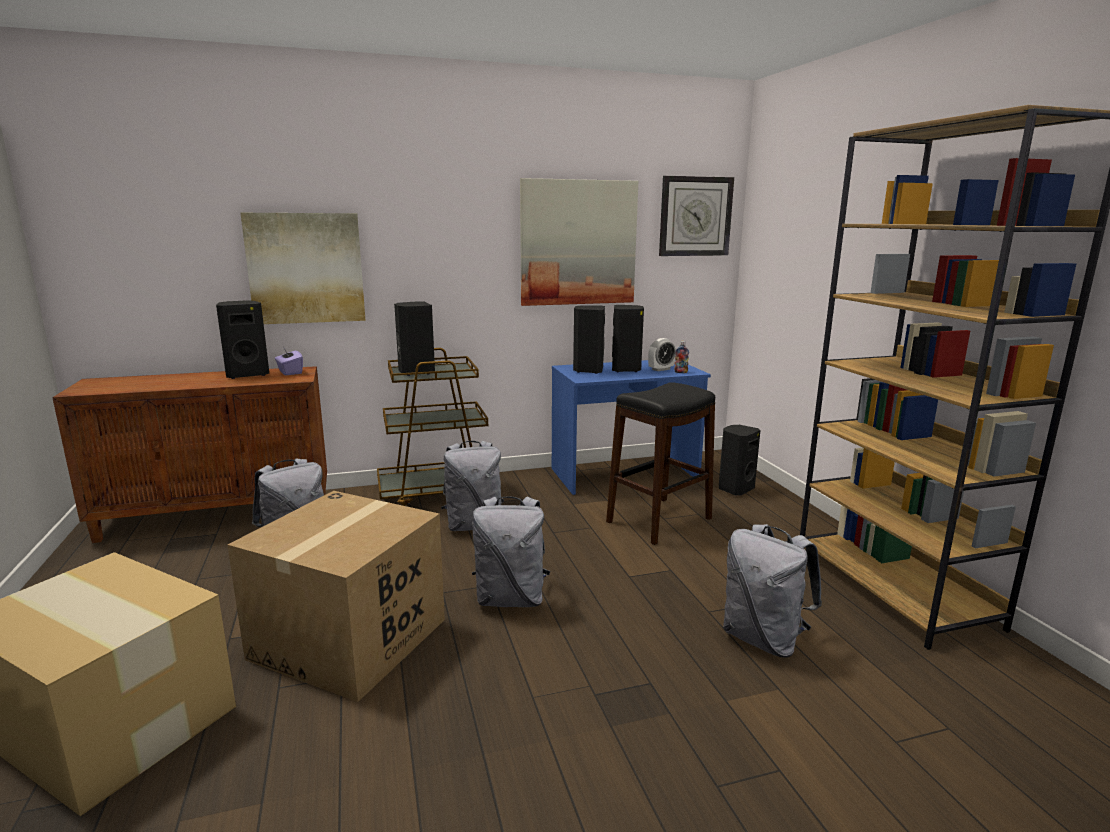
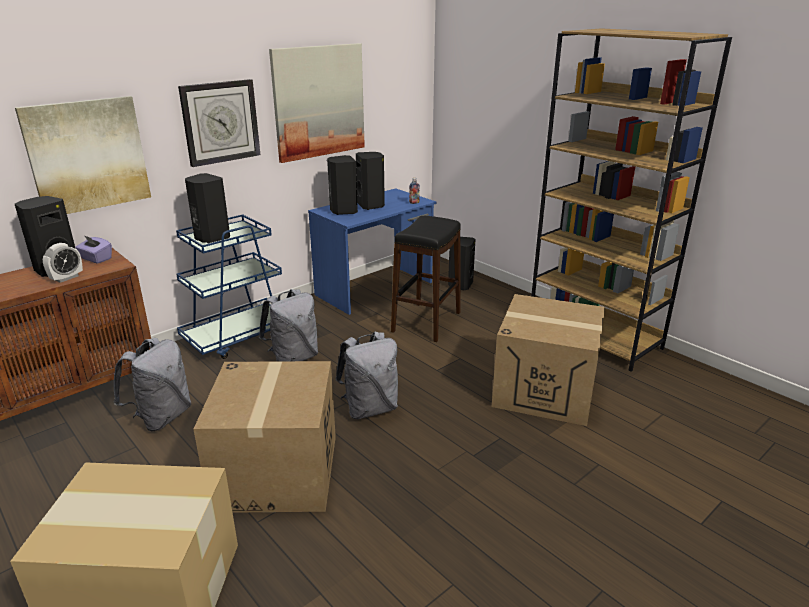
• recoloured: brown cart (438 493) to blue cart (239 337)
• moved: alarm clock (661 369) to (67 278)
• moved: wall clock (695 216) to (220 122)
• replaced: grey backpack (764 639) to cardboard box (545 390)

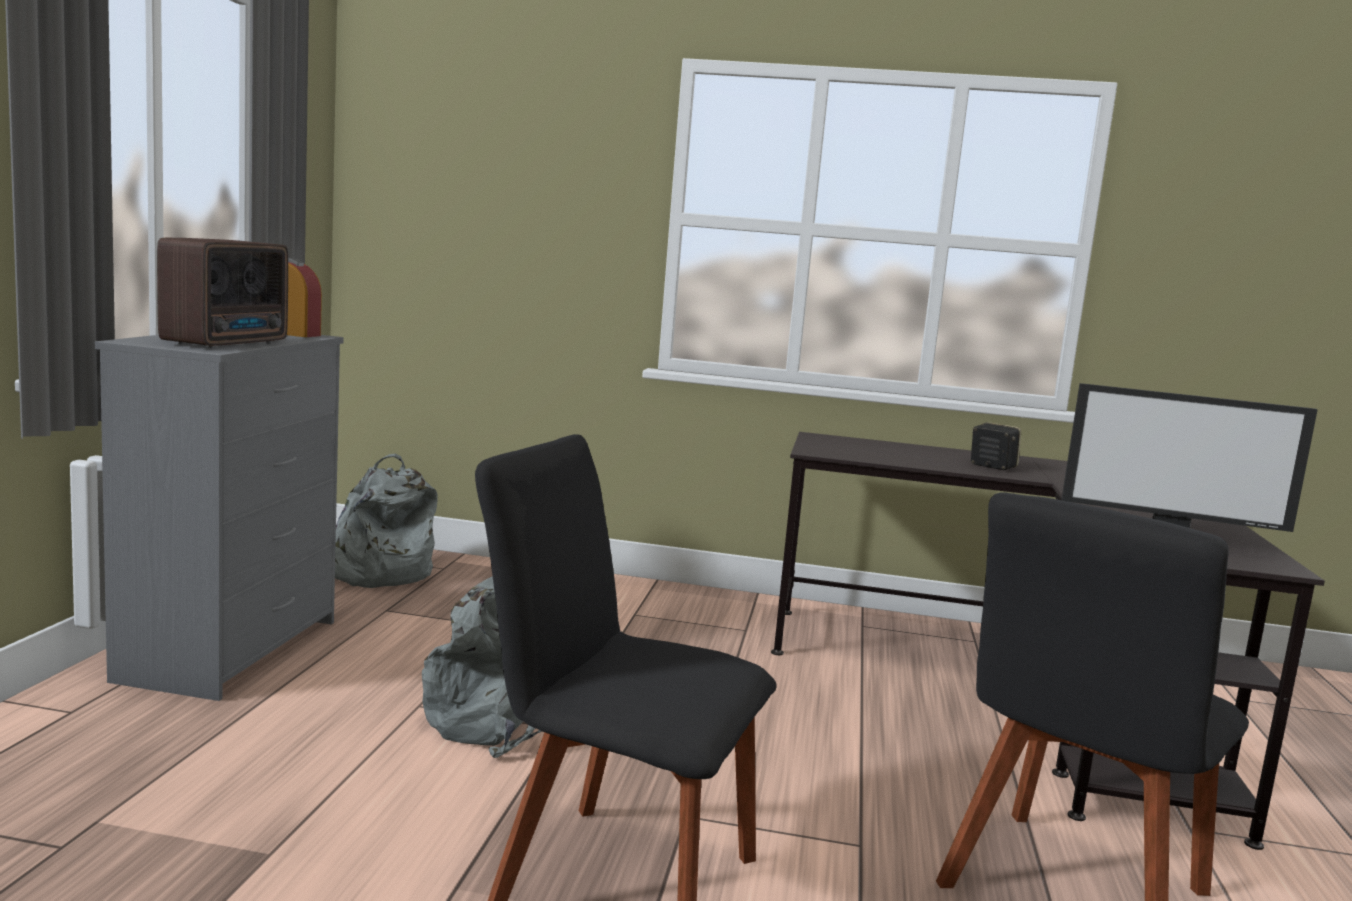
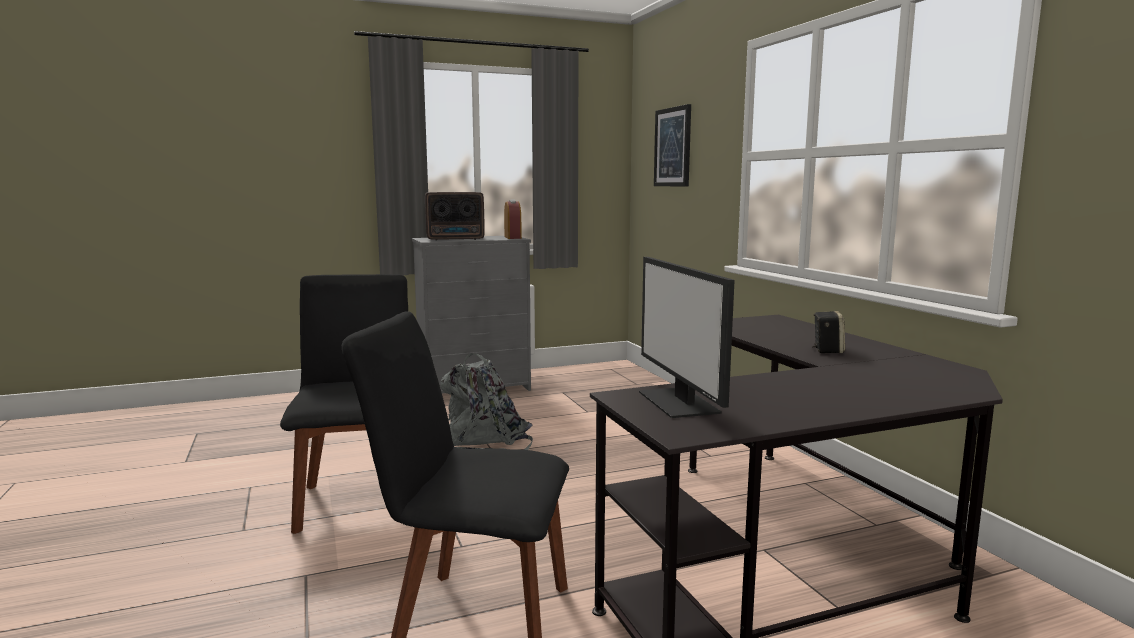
• removed: grey backpack (376 573)
• added: picture (673 147)

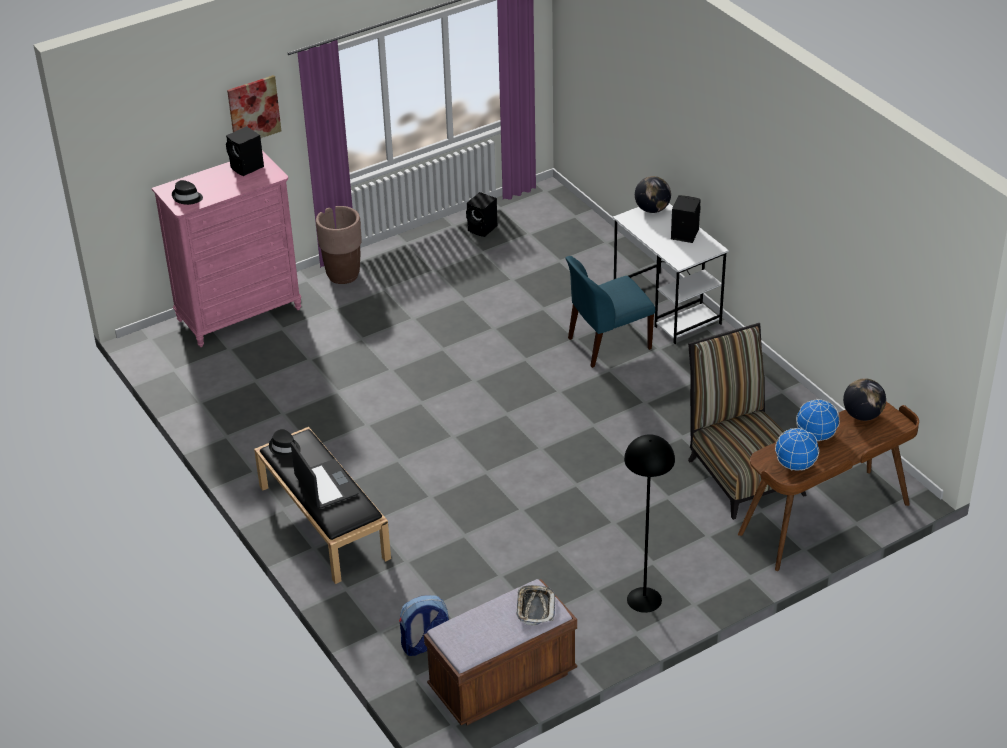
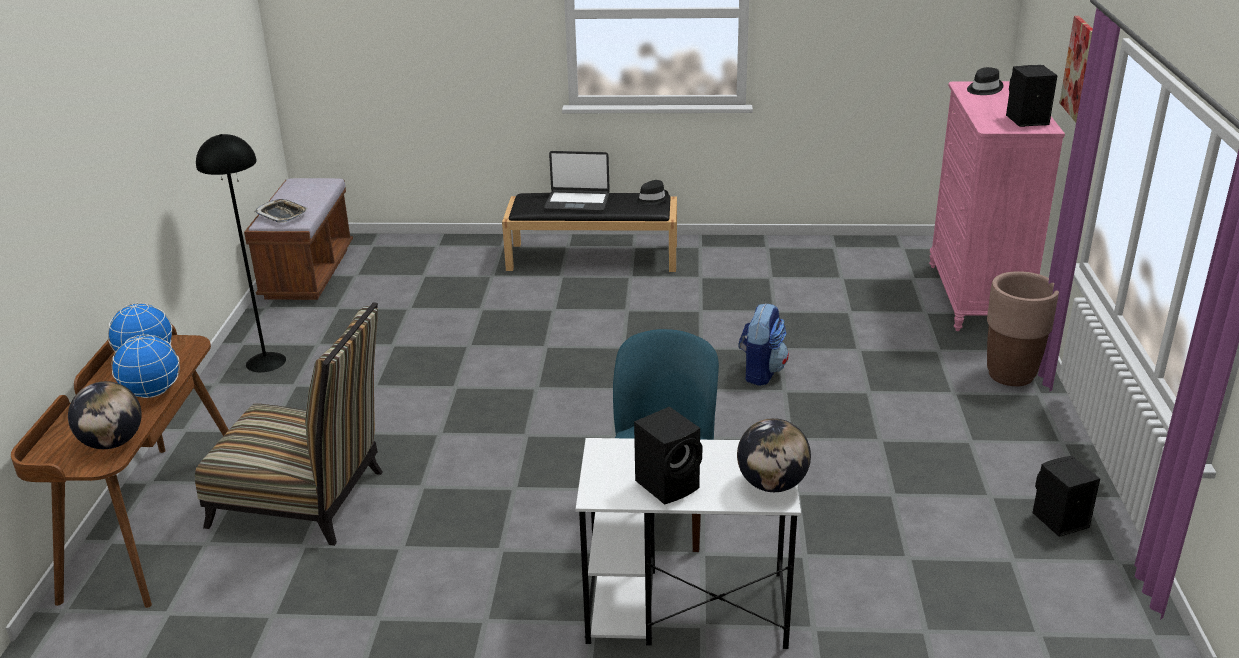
• moved: backpack (425 646) to (761 372)

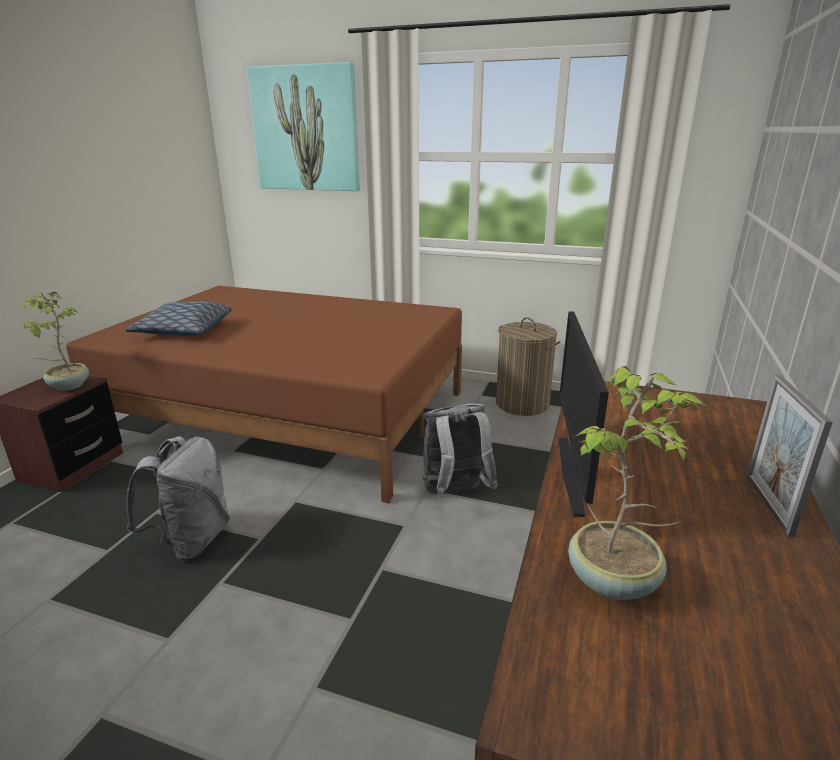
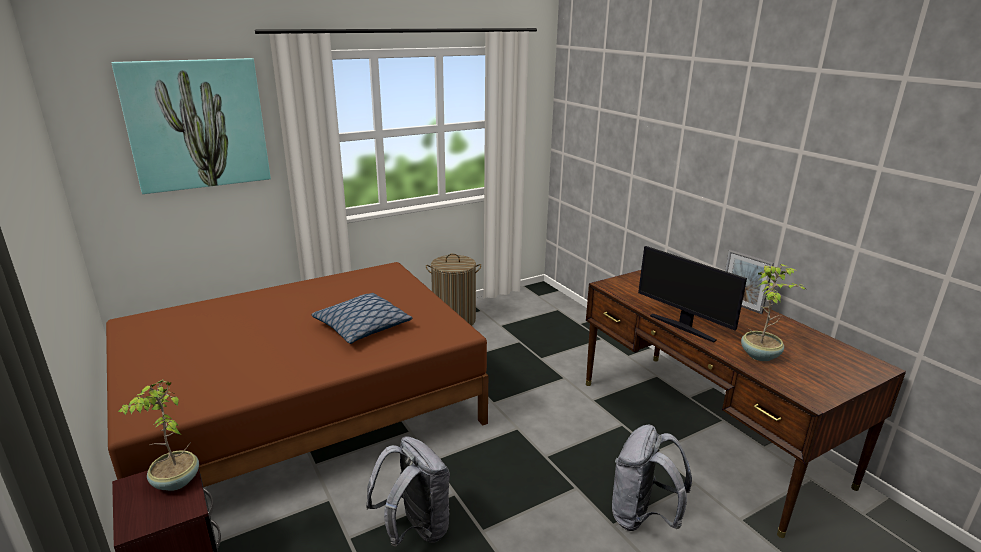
• moved: pillow (183 330) to (363 327)
• moved: grey backpack (455 493) to (643 517)

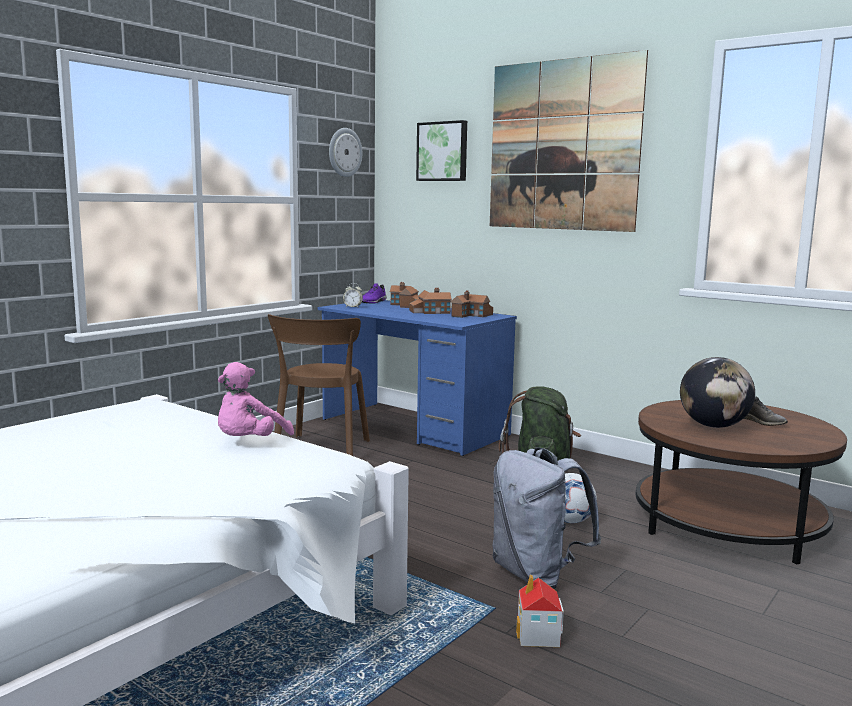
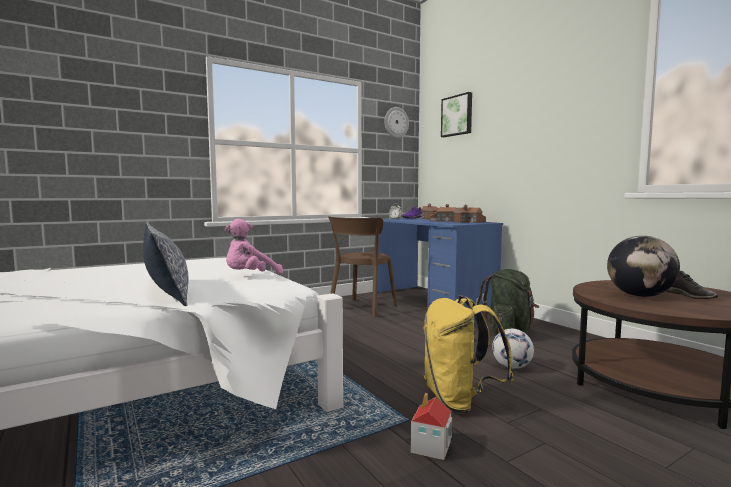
• removed: picture (563 145)
• recoloured: grey backpack (536 575) to yellow backpack (460 401)
• added: pillow (166 291)

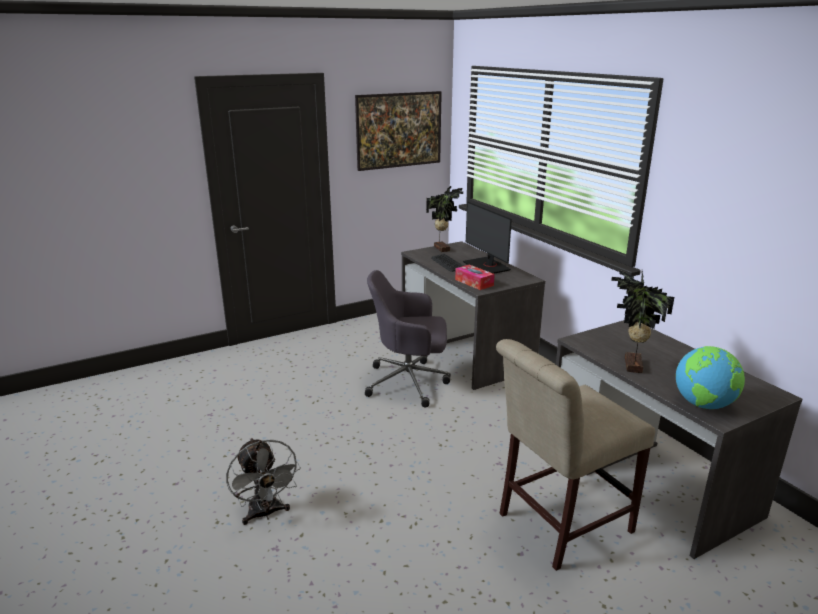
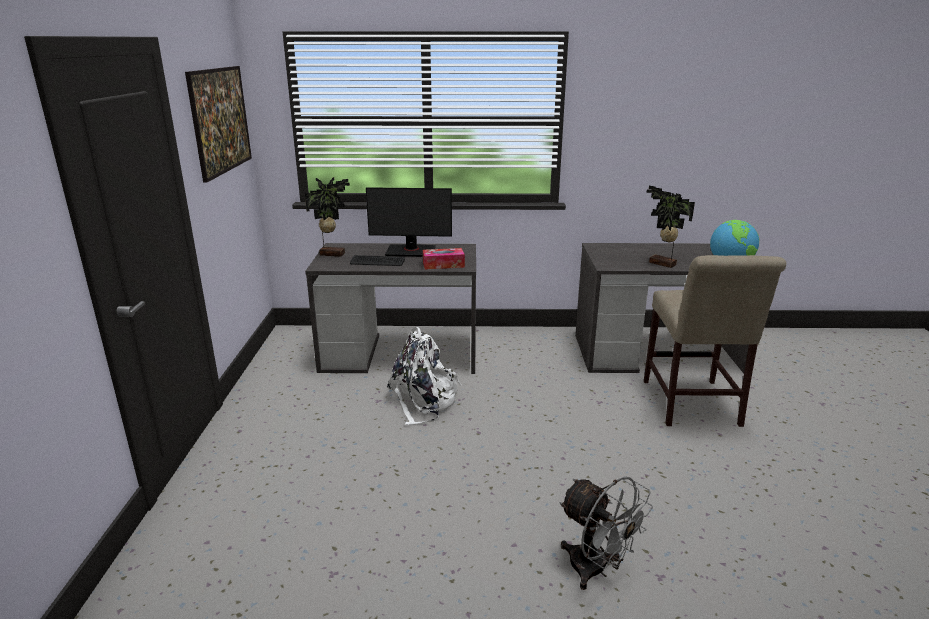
• turned: grey fan (265 514) = (596 570) 45 degrees clockwise
• replaced: grey office chair (409 382) to white backpack (424 401)

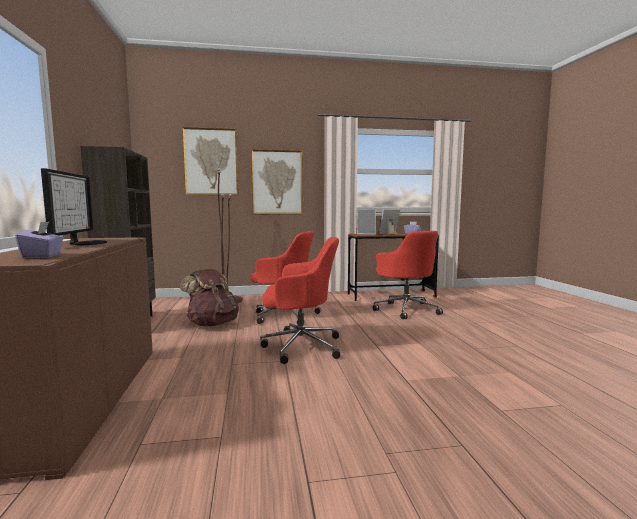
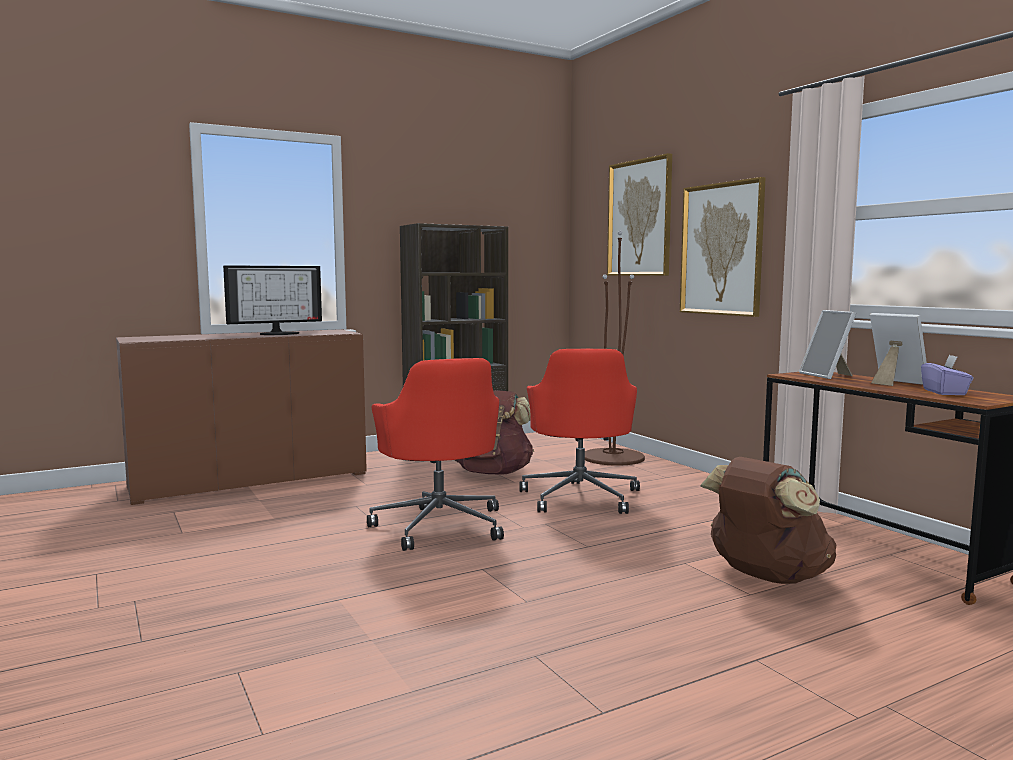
• removed: purple tissue box (43 256)
• replaced: red office chair (406 309) to brown backpack (765 577)

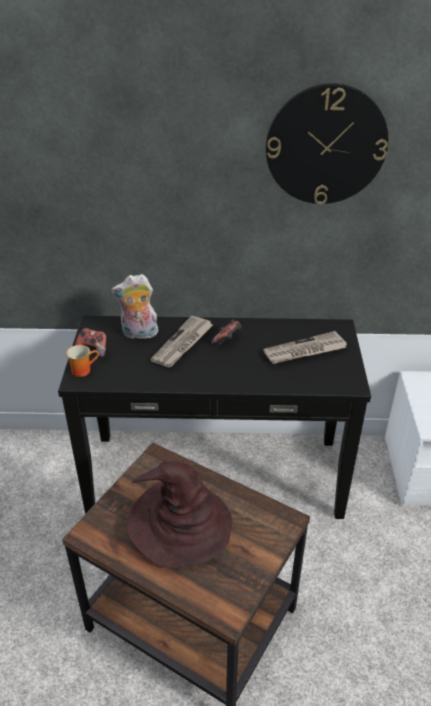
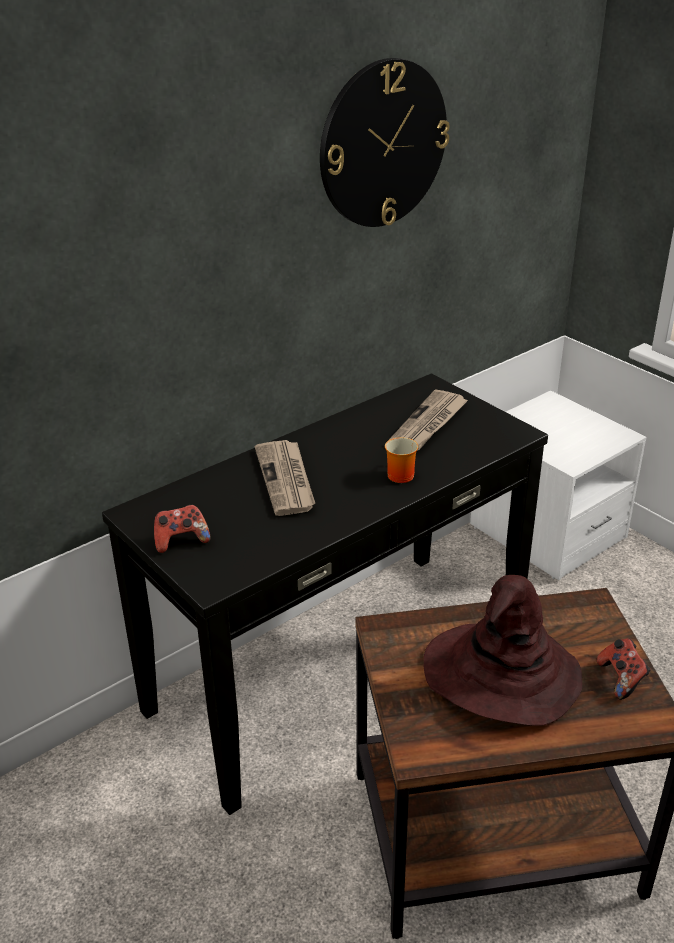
• moved: mug (83 369) to (400 473)
• removed: plush toy (139 334)
• moved: game controller (227 340) to (621 679)

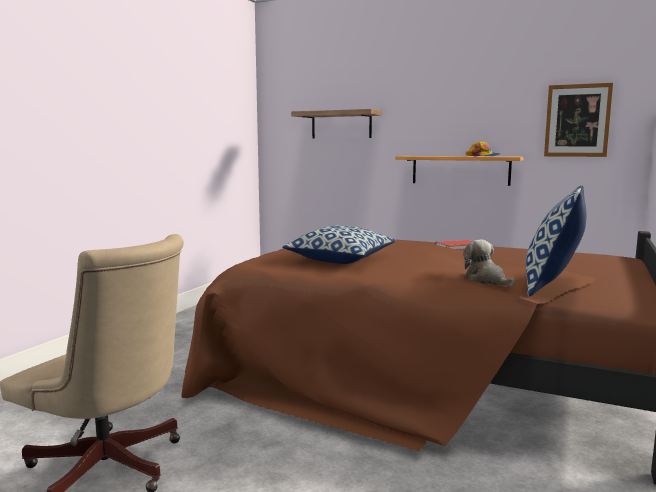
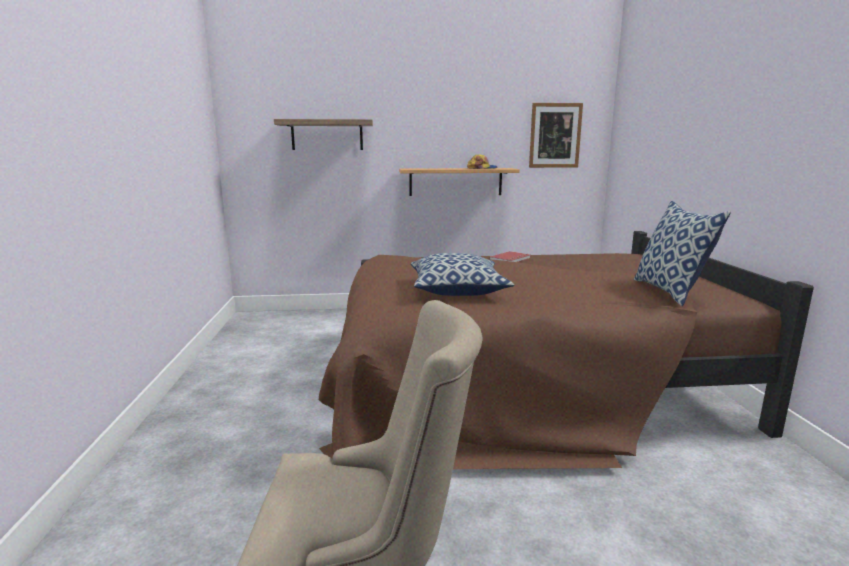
• removed: plush toy (486 281)

